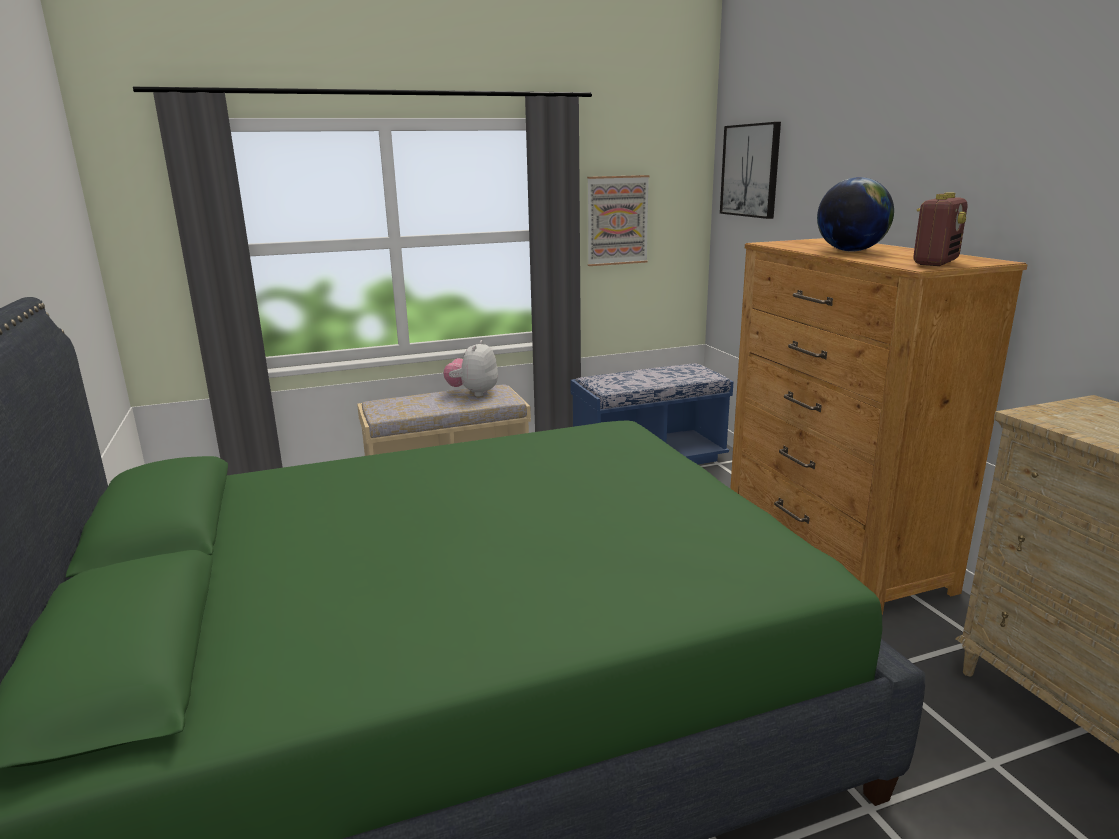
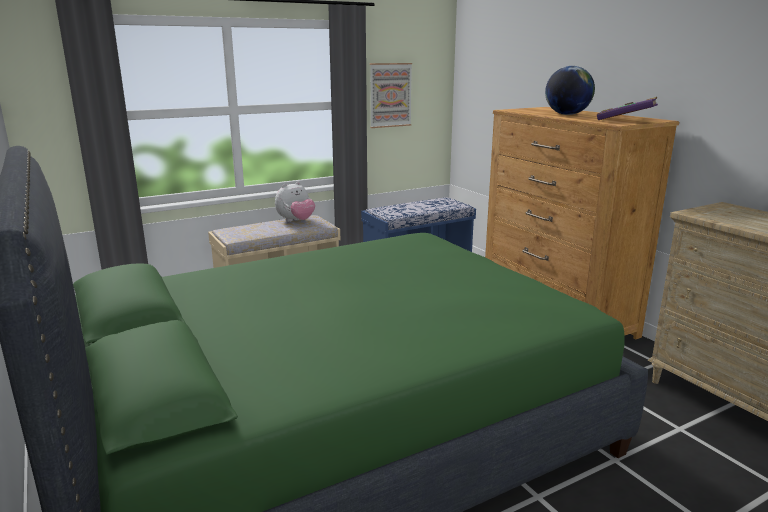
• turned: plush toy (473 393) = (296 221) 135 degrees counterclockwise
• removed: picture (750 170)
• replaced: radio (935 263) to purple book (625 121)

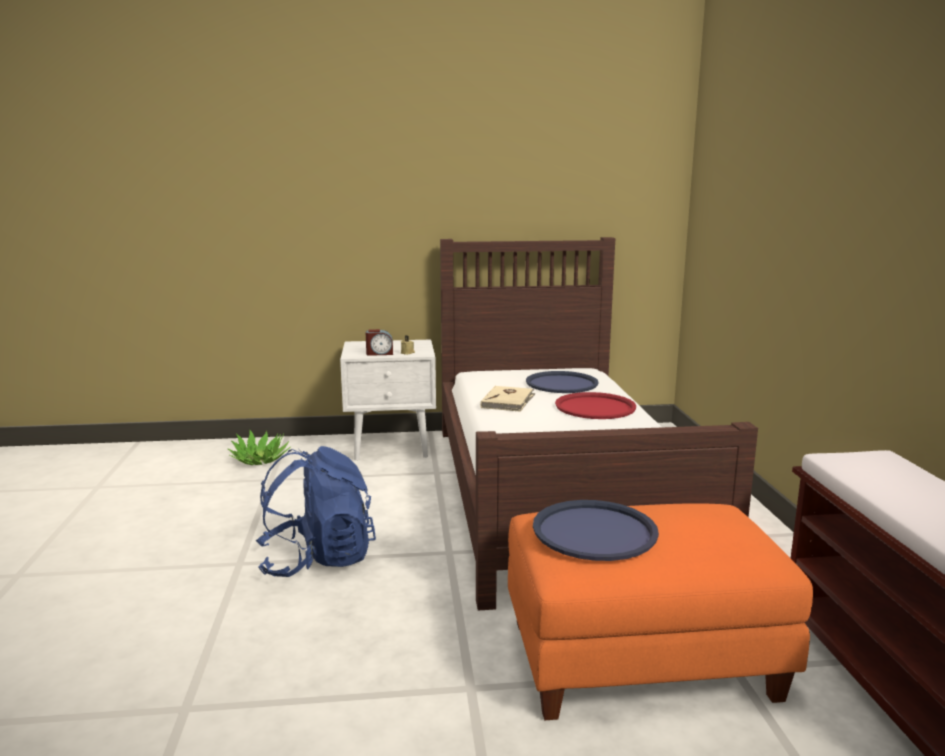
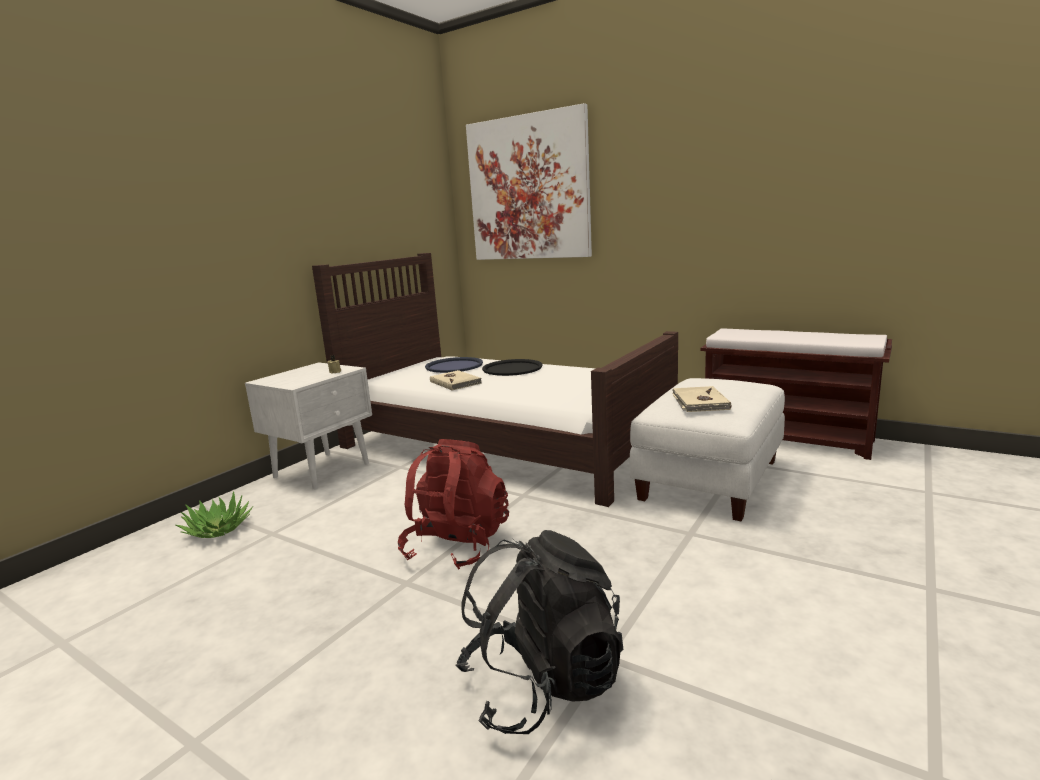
• recoloured: blue backpack (317 560) to red backpack (457 546)
• removed: alarm clock (379 353)
• recoloured: orange ottoman (641 658) to white ottoman (708 479)
• replaced: blue tray (594 531) to beige book (699 402)
• recoloured: red tray (595 407) to black tray (512 368)
• added: black backpack (542 684)
• added: picture (528 188)

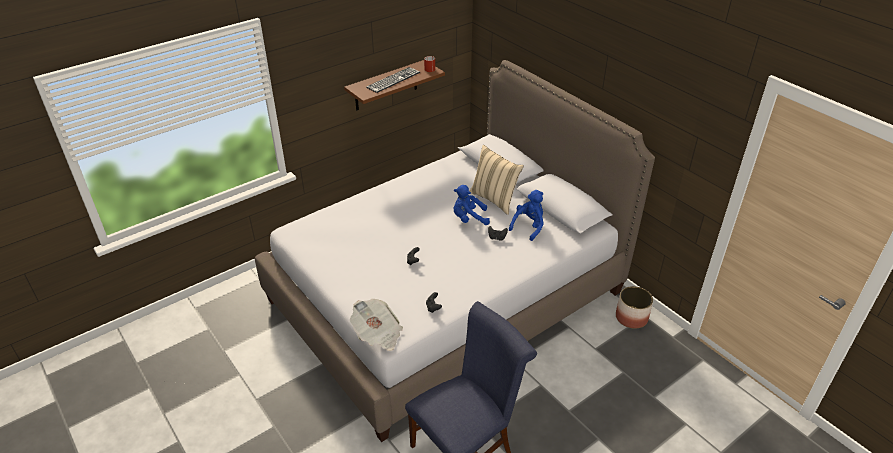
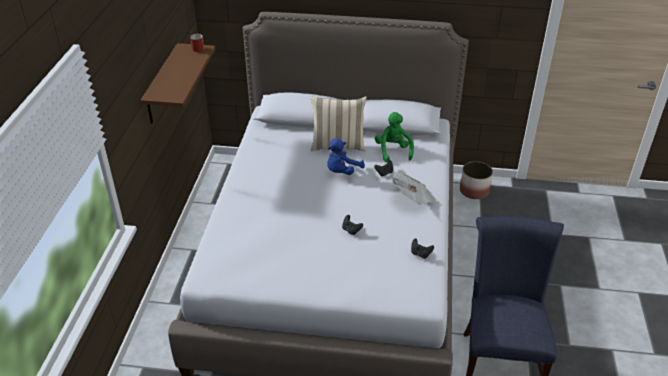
• moved: newspaper (377 334) to (413 199)
• removed: keyboard (393 80)
• recoloured: blue plush toy (529 226) to green plush toy (393 151)

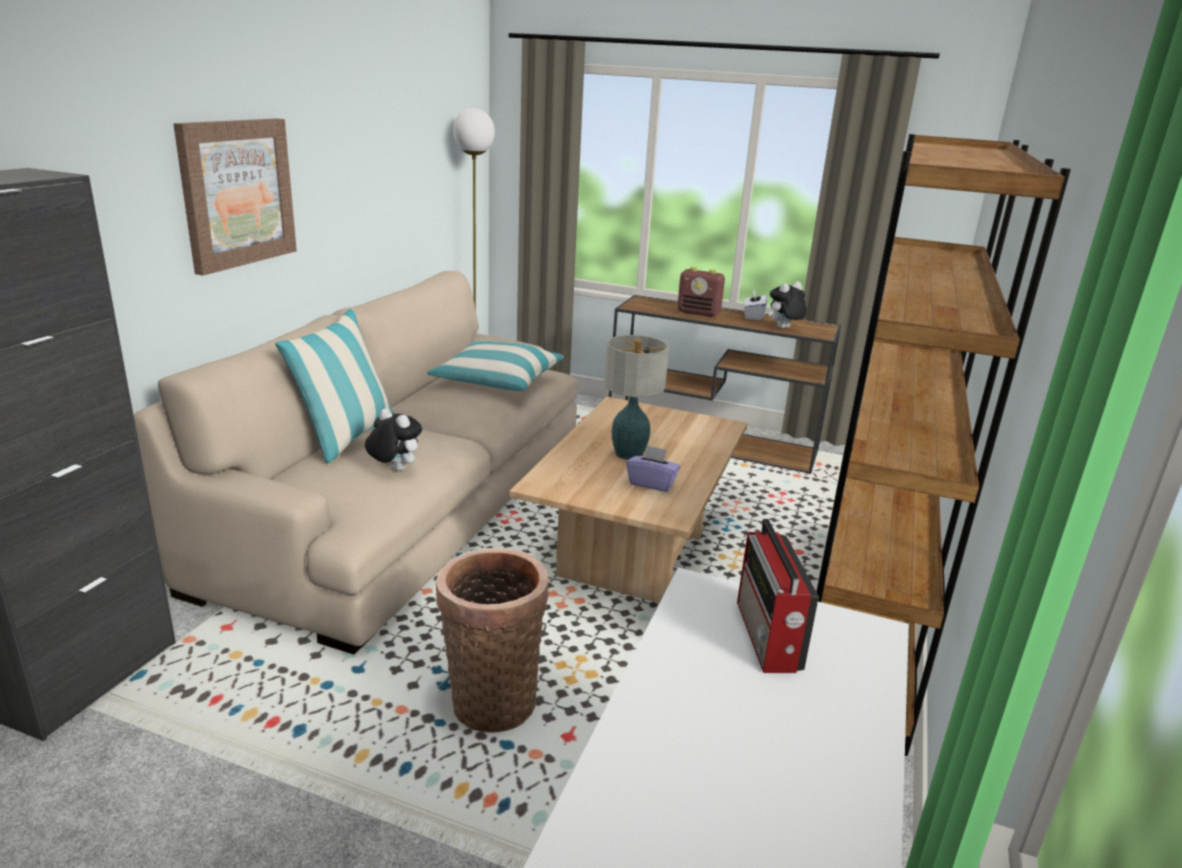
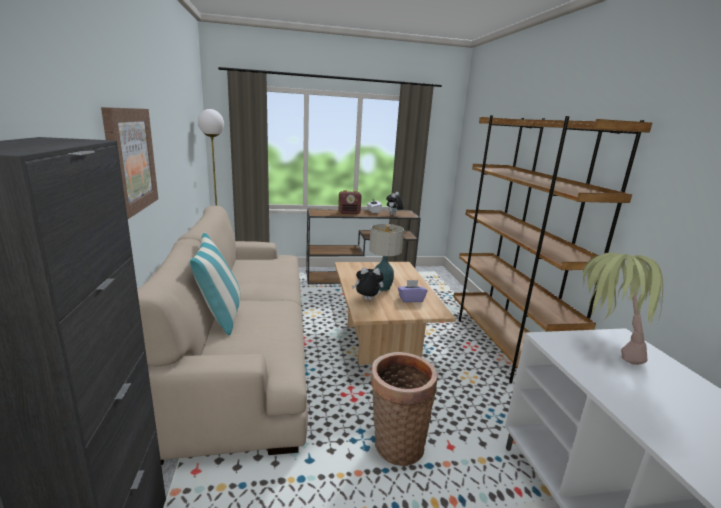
• moved: plush toy (394 469) to (367 300)
• removed: pillow (497 380)
• replaced: radio (767 637) to potted plant (602 352)

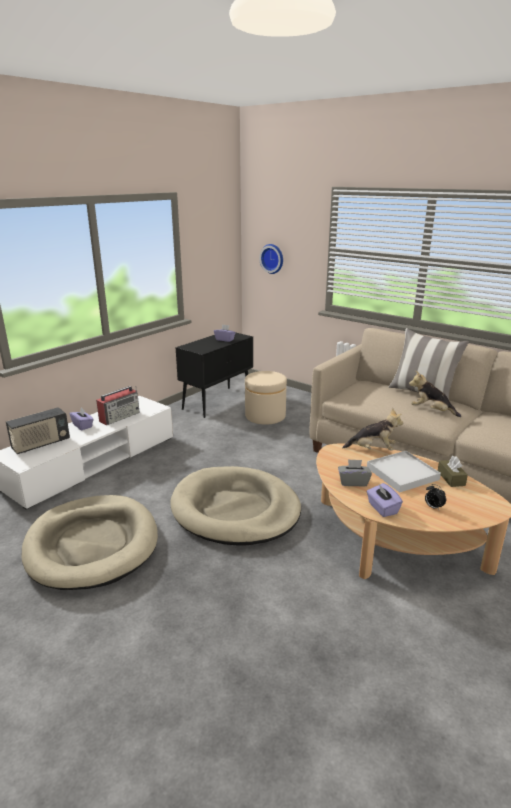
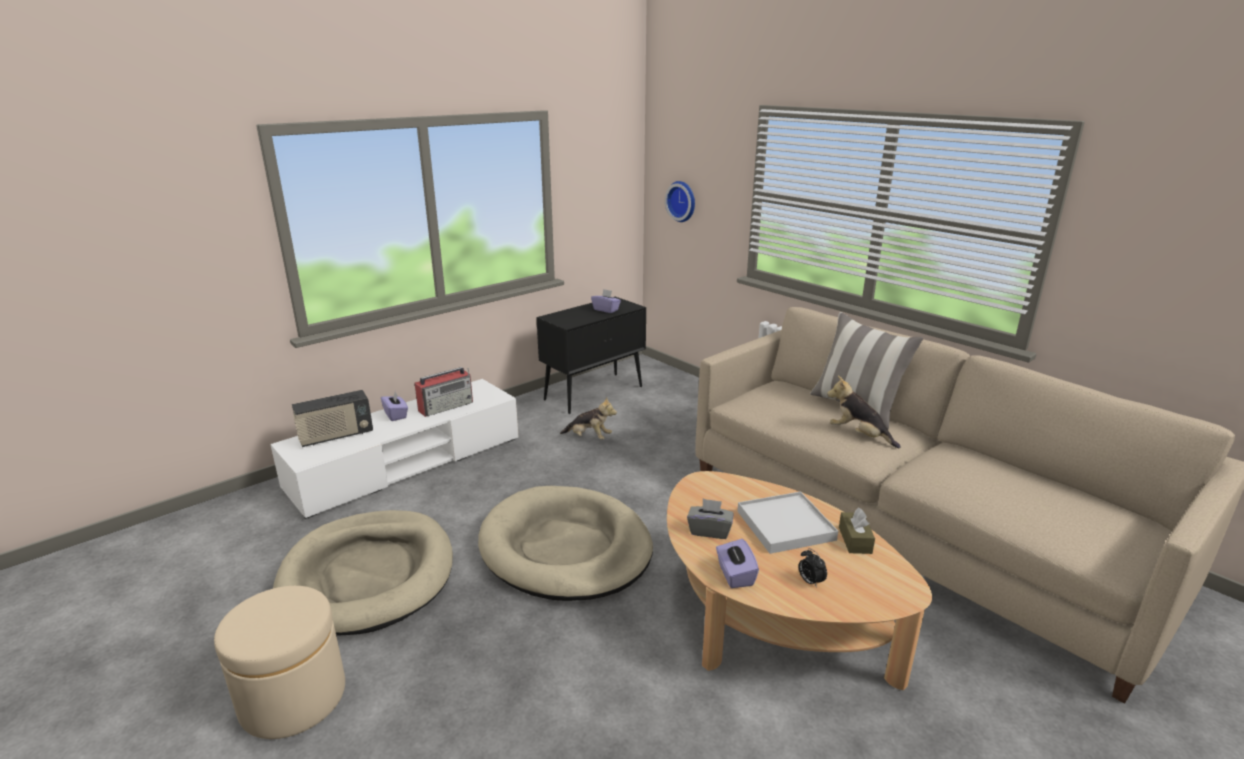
• moved: beige ottoman (265 416) to (293 698)
• moved: plush toy (372 449) to (589 437)

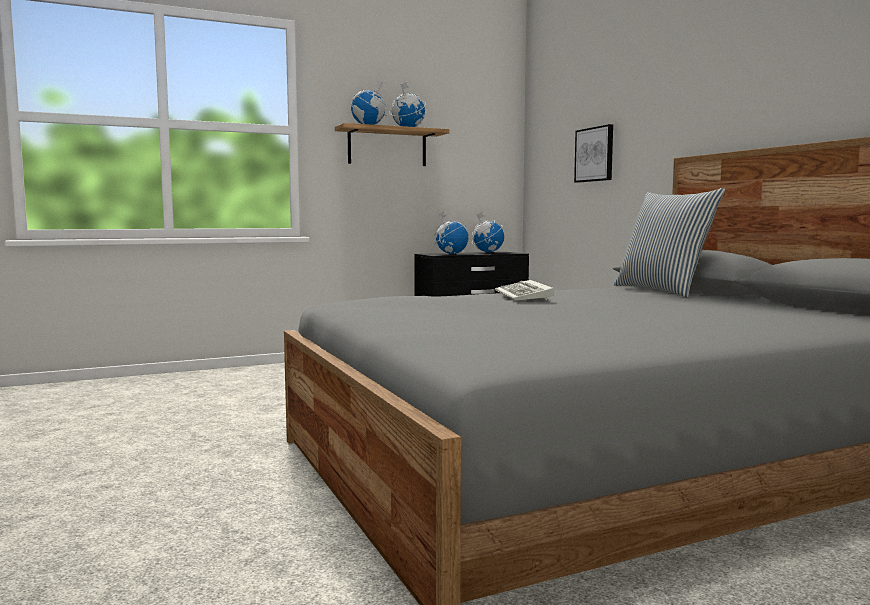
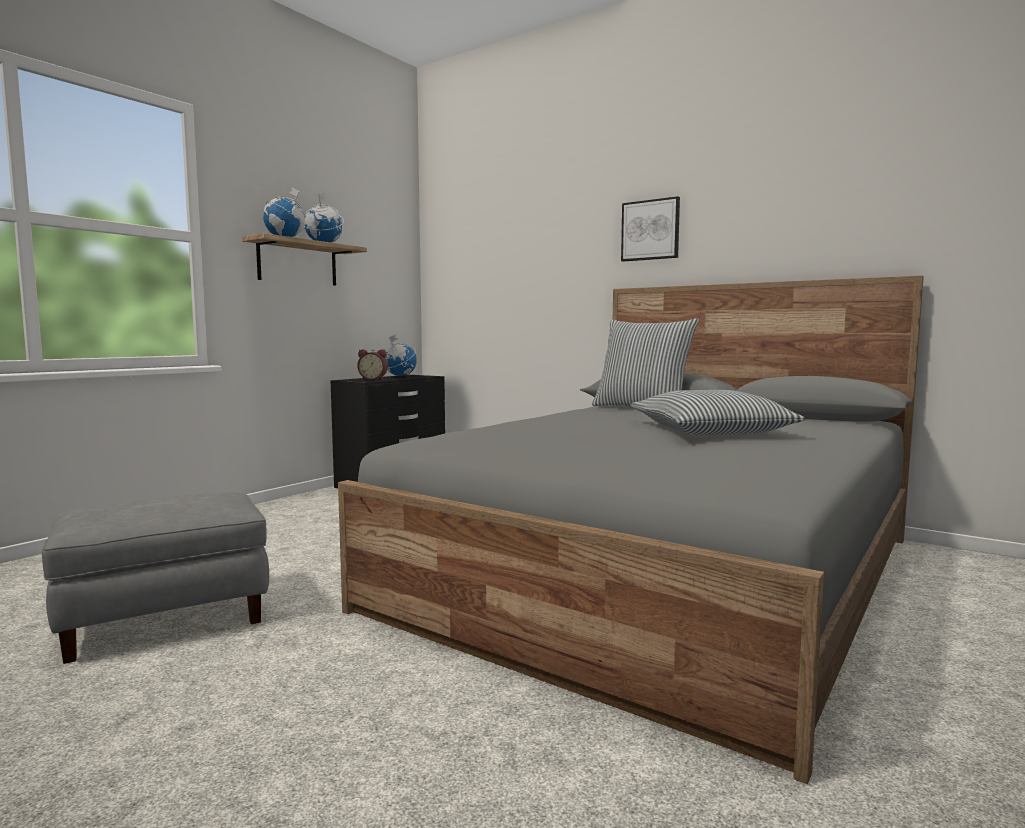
• replaced: globe (451 254) to alarm clock (373 379)
• removed: keyboard (525 295)
• moved: picture (594 154) to (650 230)
• added: grey ottoman (164 618)
• added: pillow (711 431)

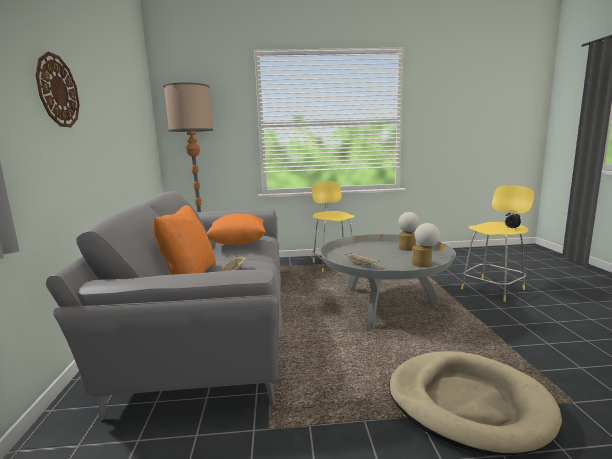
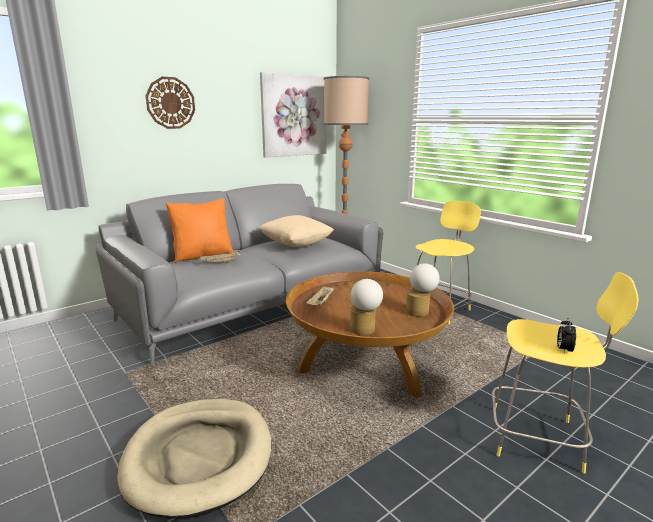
• recoloured: orange pillow (238 243) to beige pillow (296 245)
• recoloured: grey coffee table (384 305) to brown coffee table (366 366)
• added: picture (294 116)

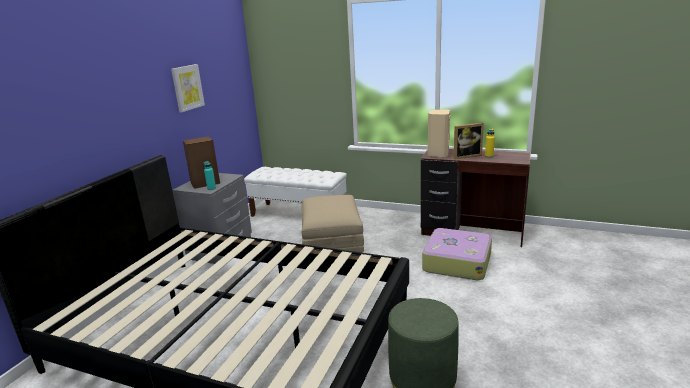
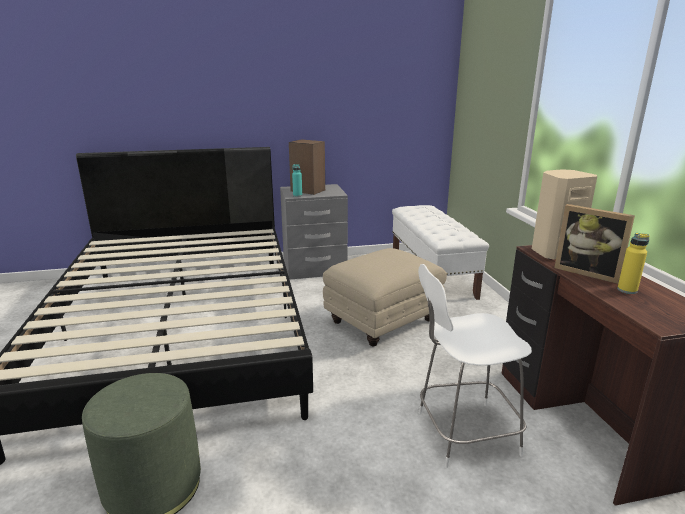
• removed: picture (187 87)
• replaced: suitcase (456 262) to white chair (463 433)

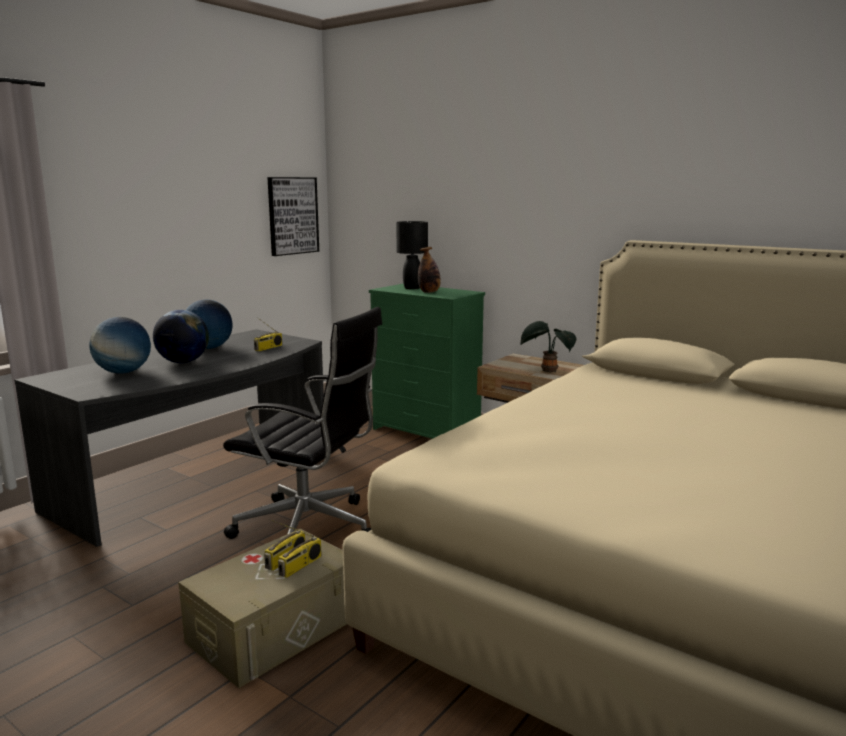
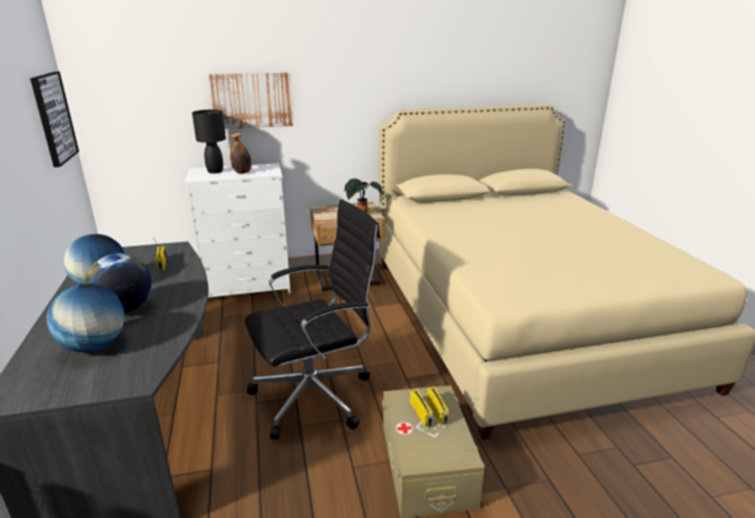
• recoloured: green dresser (426 432) to white dresser (249 288)
• added: picture (252 100)

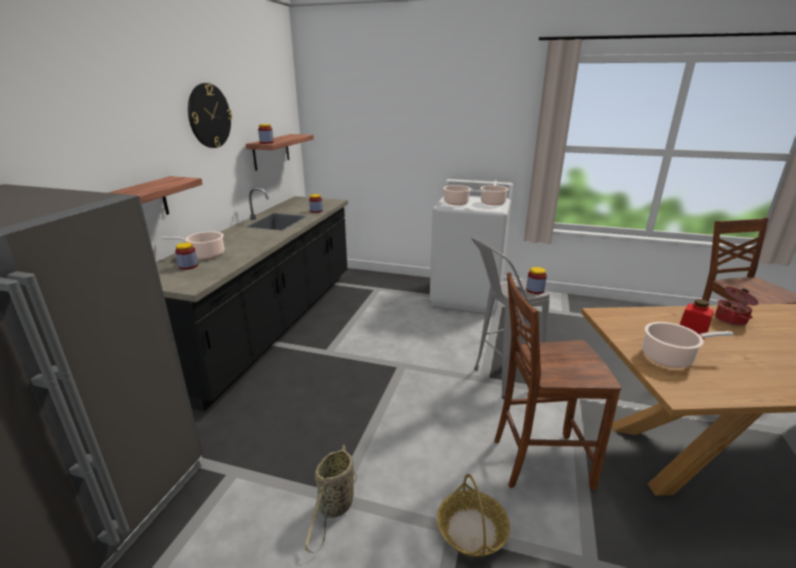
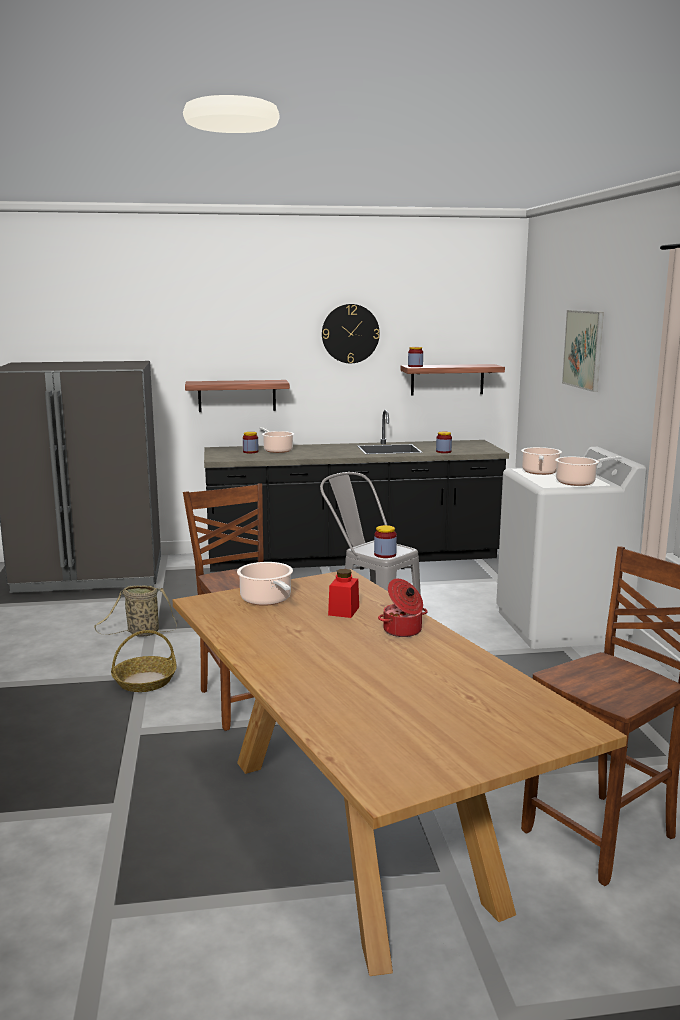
• added: picture (583 349)

